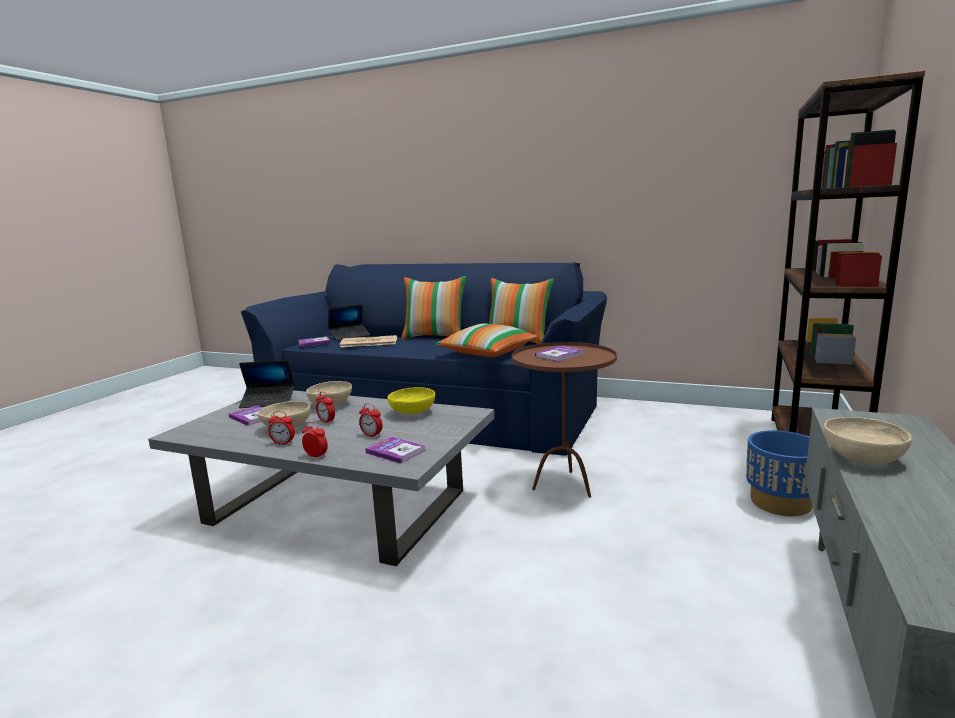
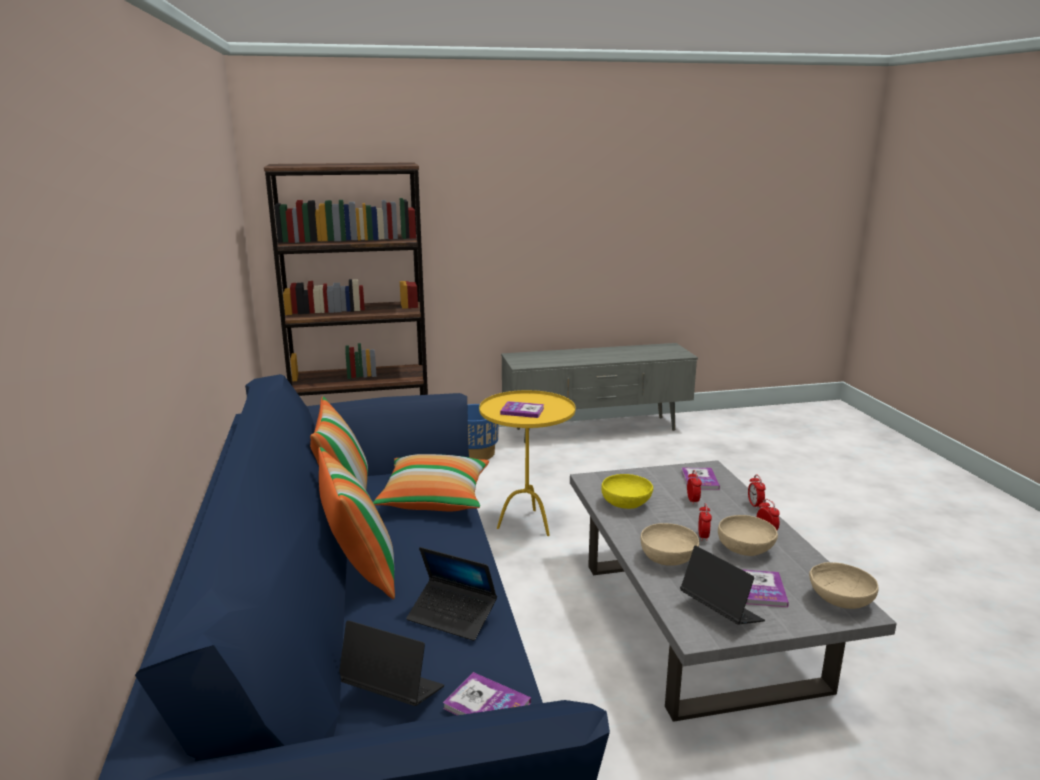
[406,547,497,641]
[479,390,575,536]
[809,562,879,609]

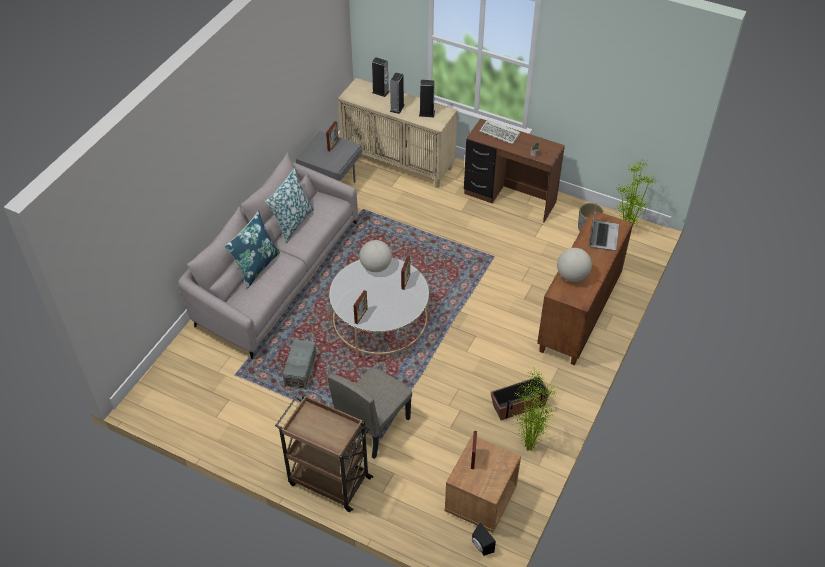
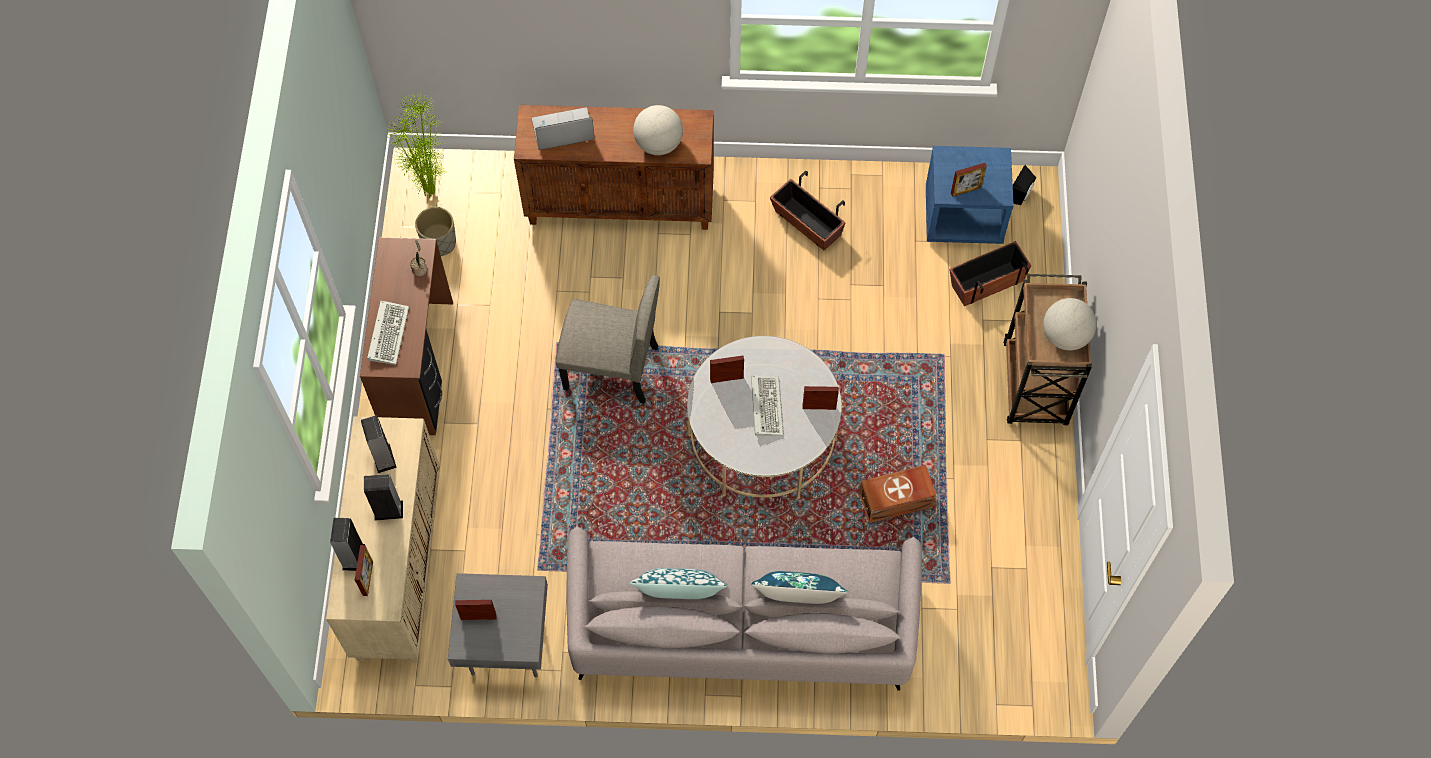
[859,465,936,523]
[556,275,660,404]
[1043,298,1097,350]
[926,146,1014,244]
[512,368,559,451] (first image)
[355,545,373,596]
[751,375,783,436]
[949,241,1031,306]

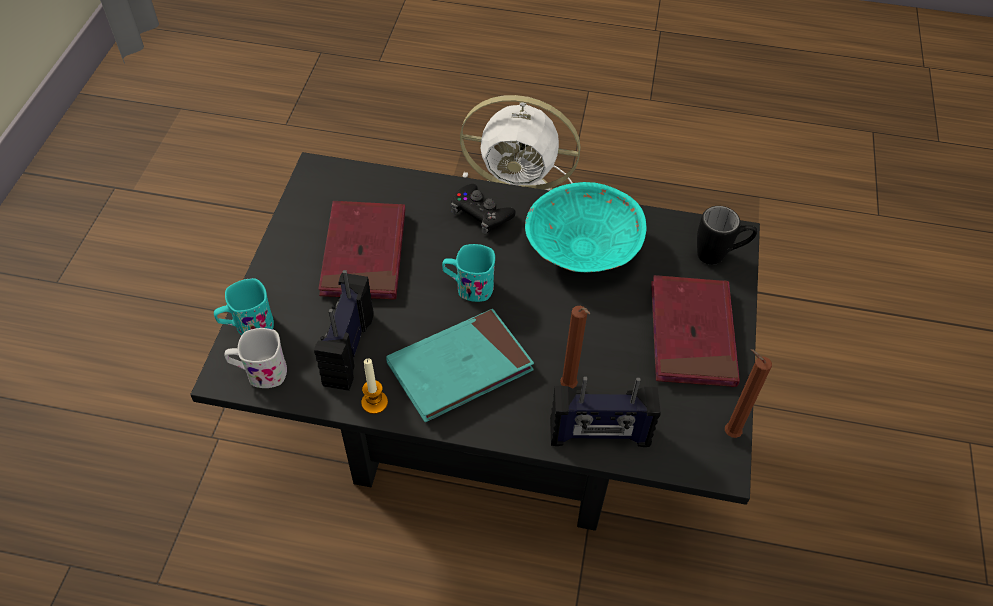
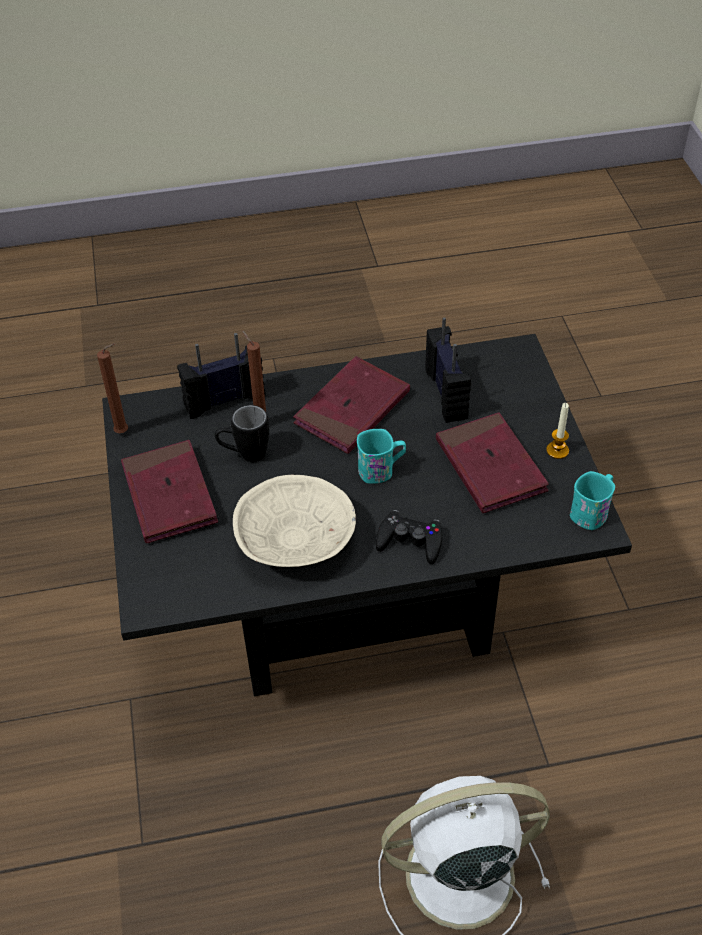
[570,471,615,530]
[225,328,287,388] (first image)
[546,403,569,459]
[293,356,410,454]
[233,475,356,567]
[215,405,269,462]

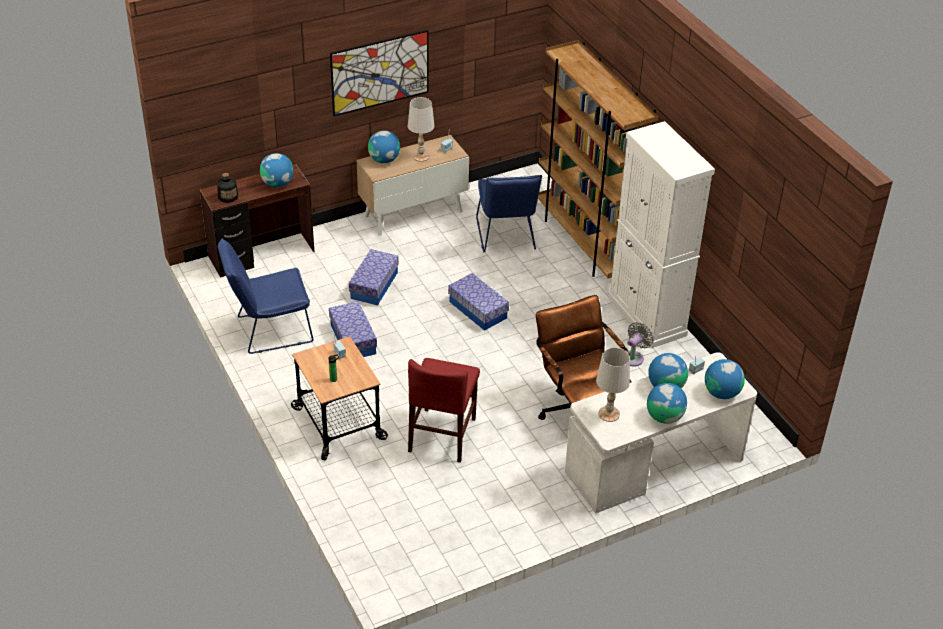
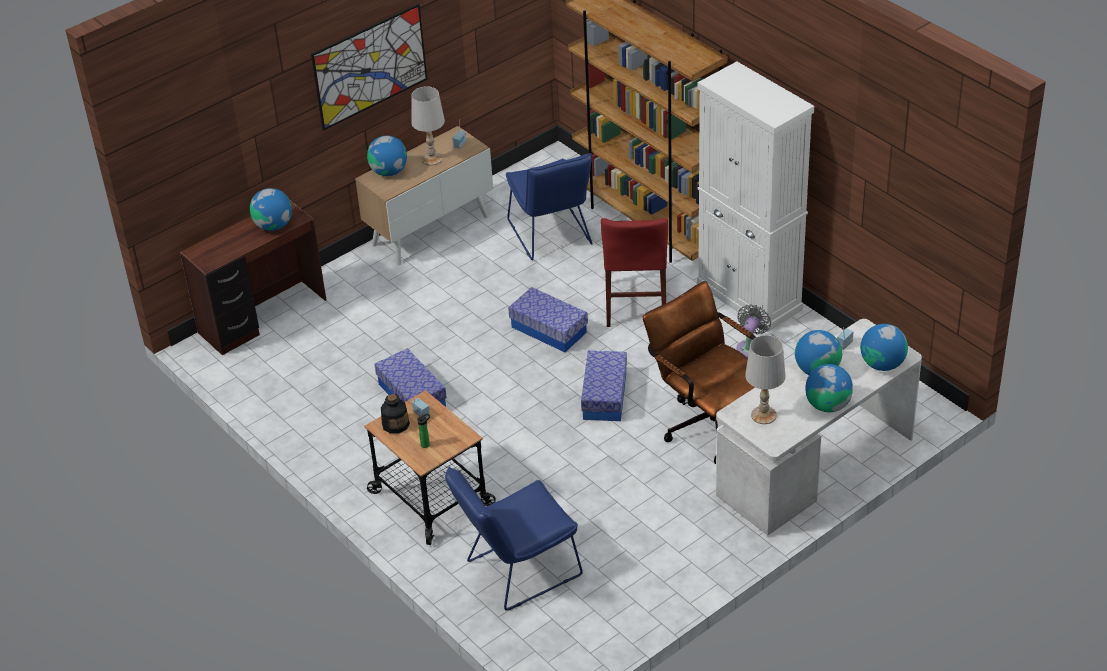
[381,394,410,434]
[445,466,583,611]
[581,351,627,421]
[601,218,668,327]

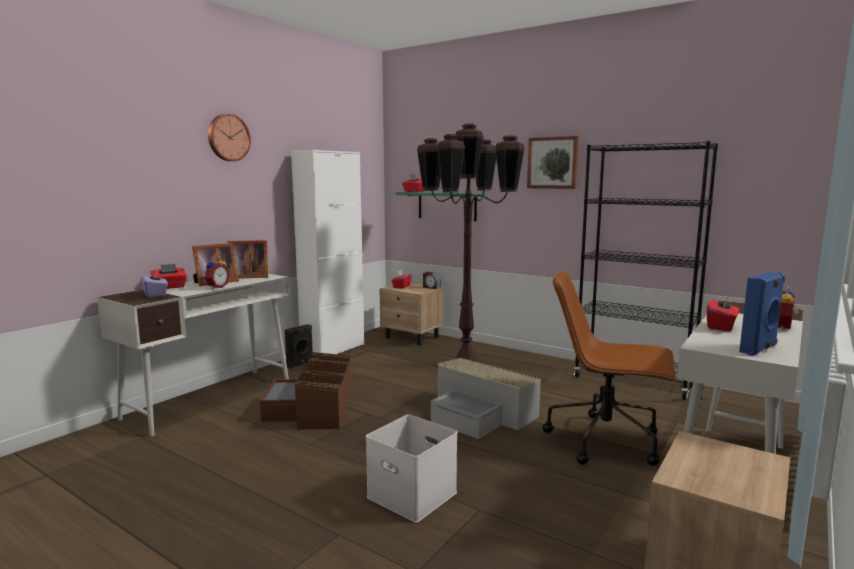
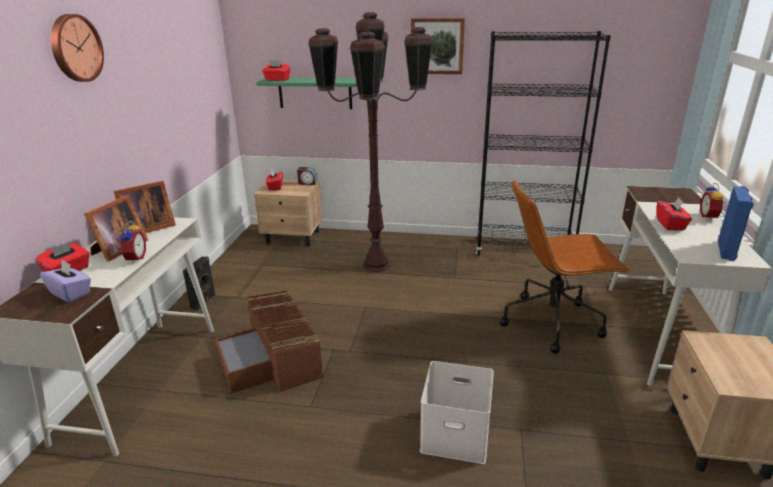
[291,150,364,354] (first image)
[431,358,541,439] (first image)

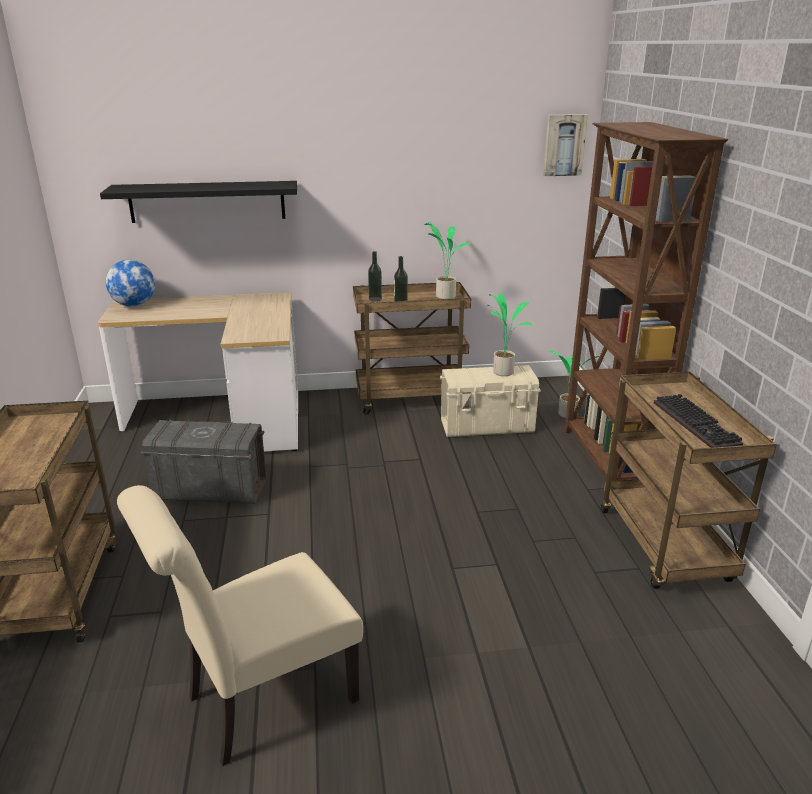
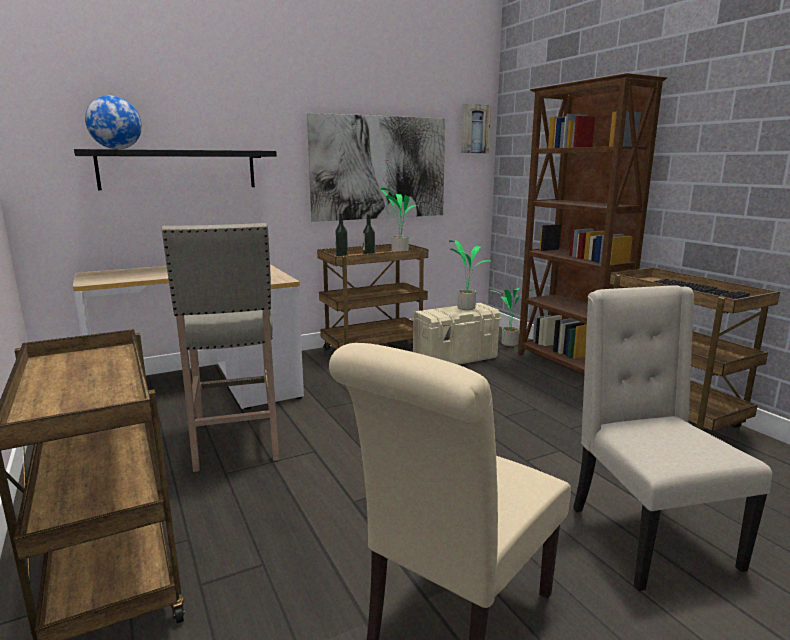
[85,95,142,149]
[162,223,279,472]
[307,113,445,222]
[573,285,772,591]

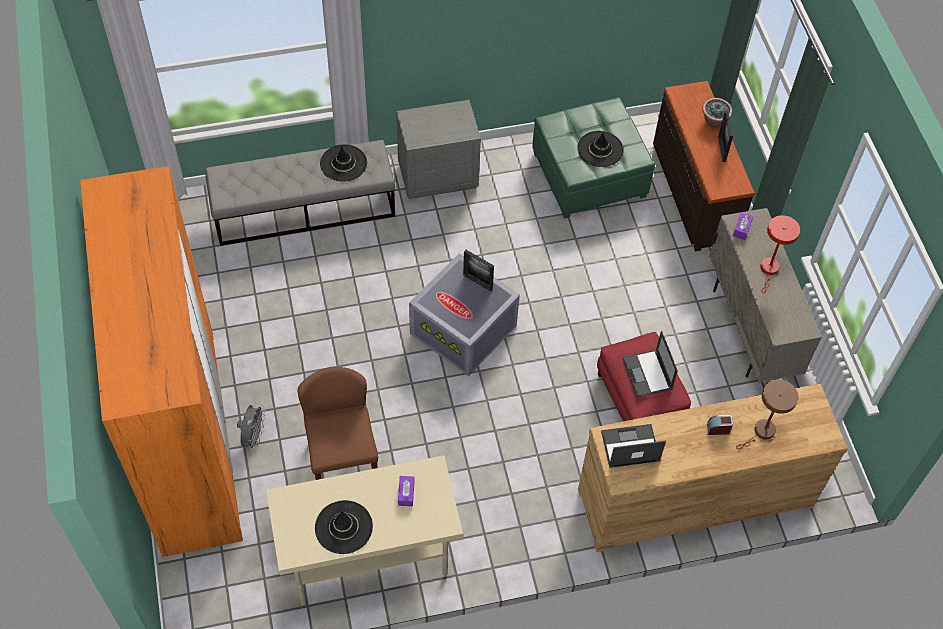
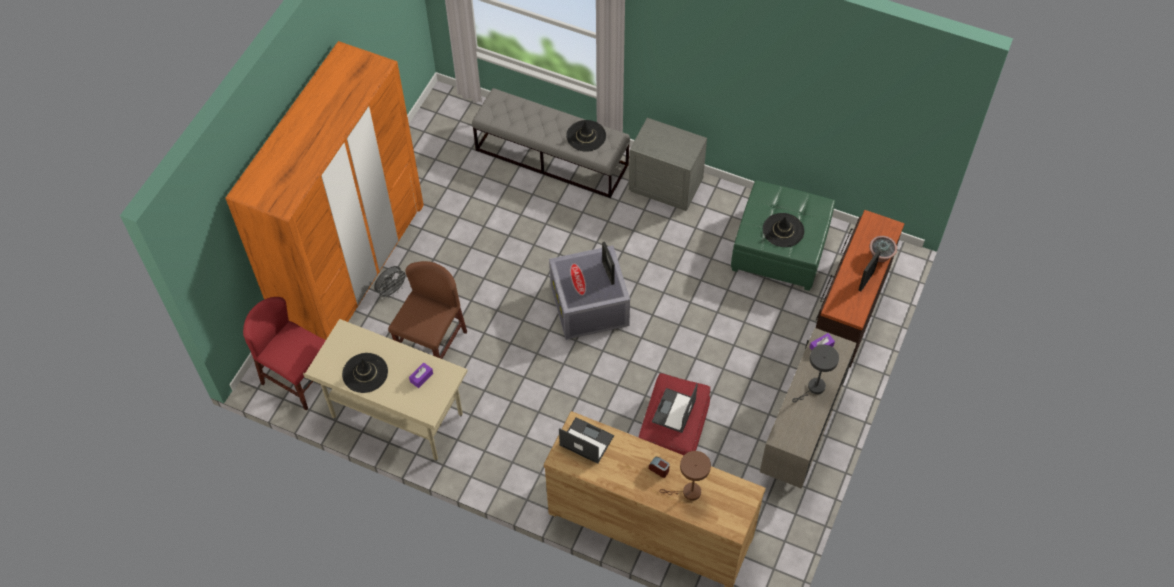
[792,344,839,402]
[243,297,326,410]

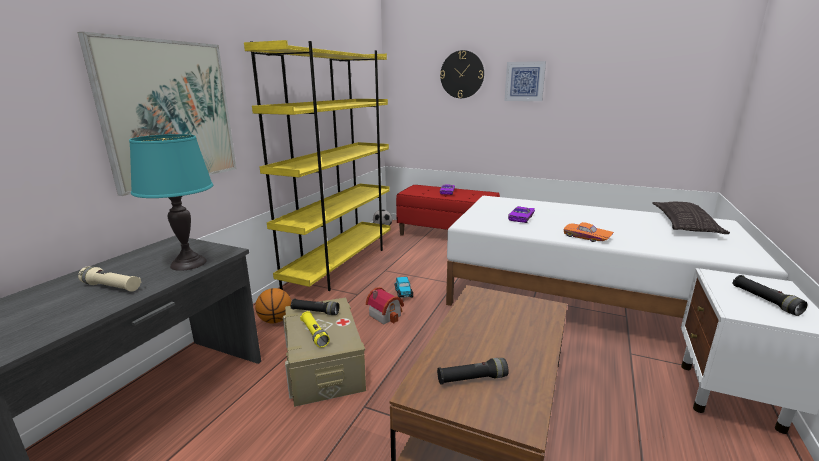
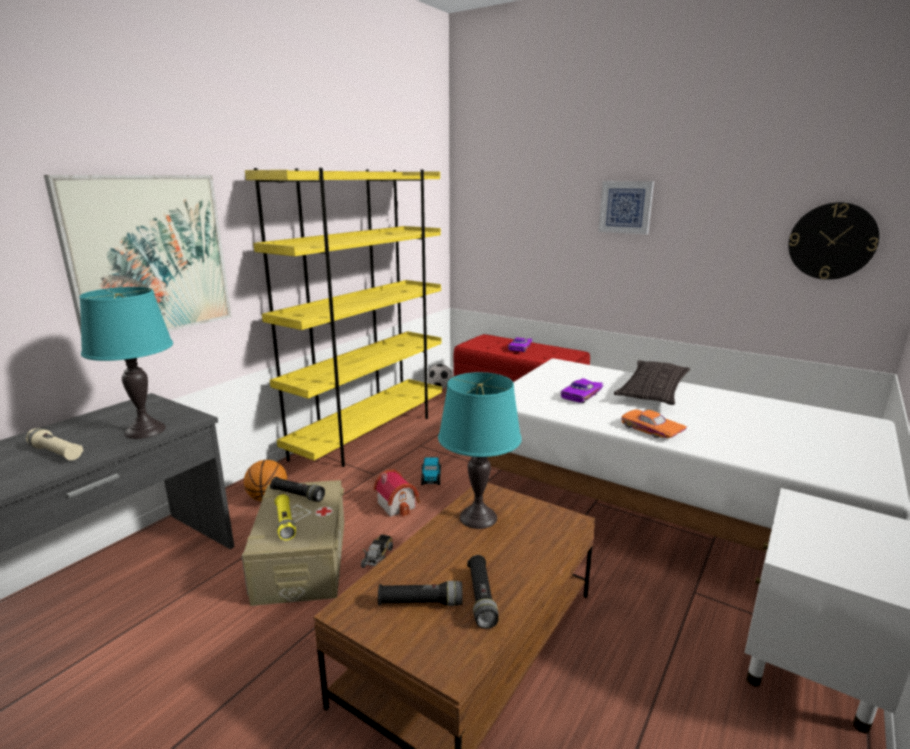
[788,202,879,280]
[614,360,690,405]
[467,555,499,629]
[361,534,393,568]
[438,372,522,529]

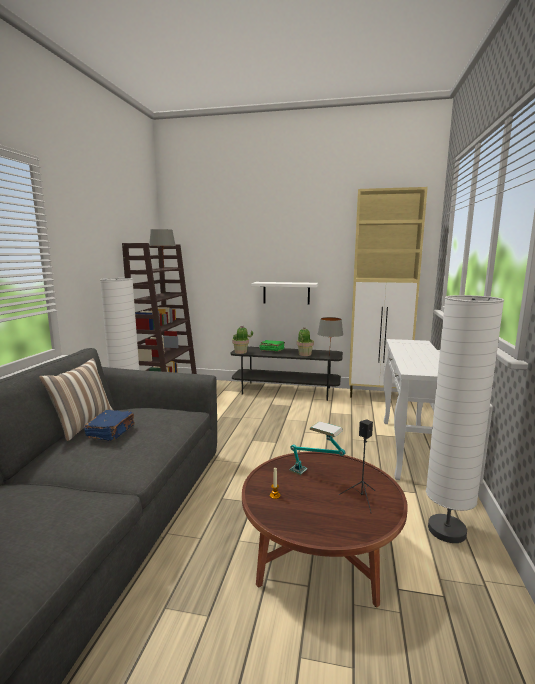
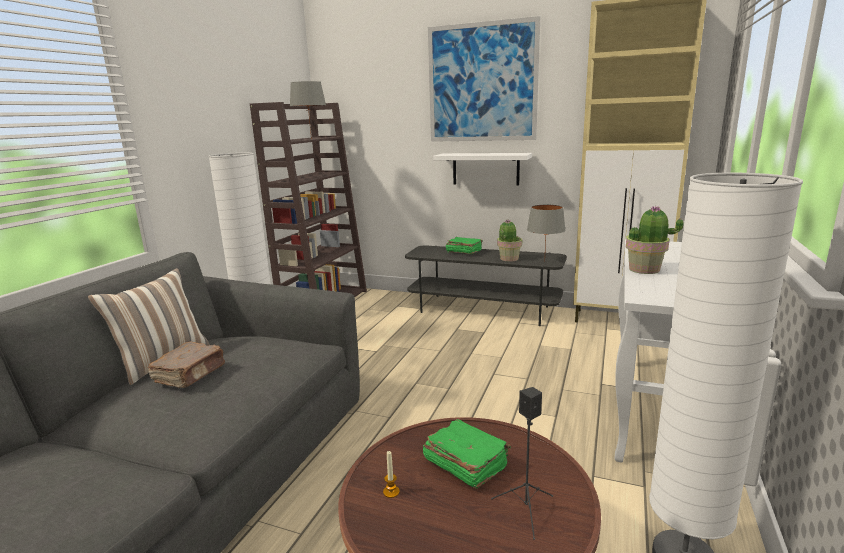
[148,342,225,388]
[626,205,684,274]
[423,419,511,488]
[428,16,540,142]

